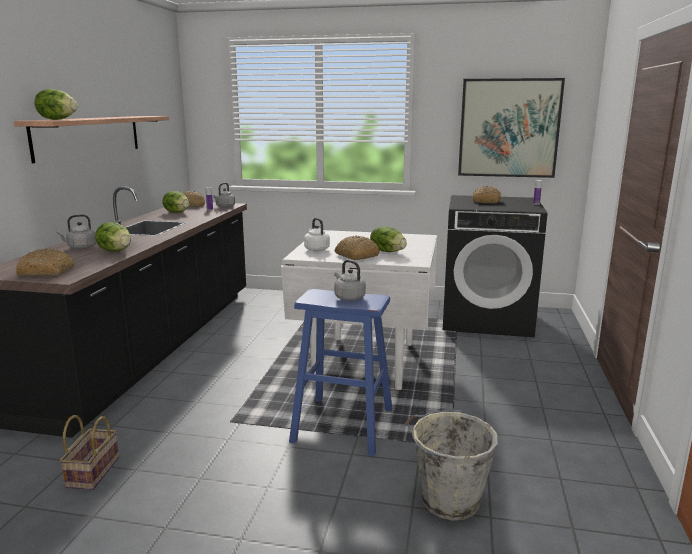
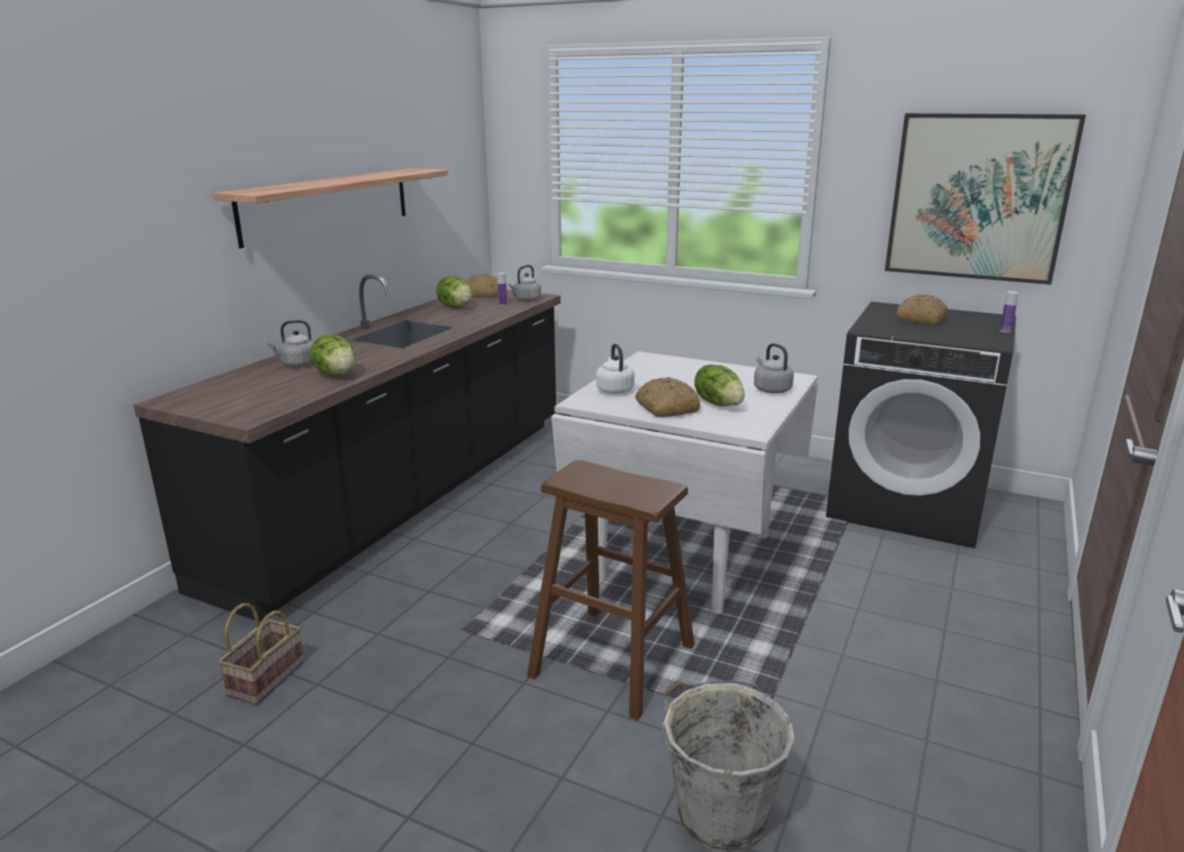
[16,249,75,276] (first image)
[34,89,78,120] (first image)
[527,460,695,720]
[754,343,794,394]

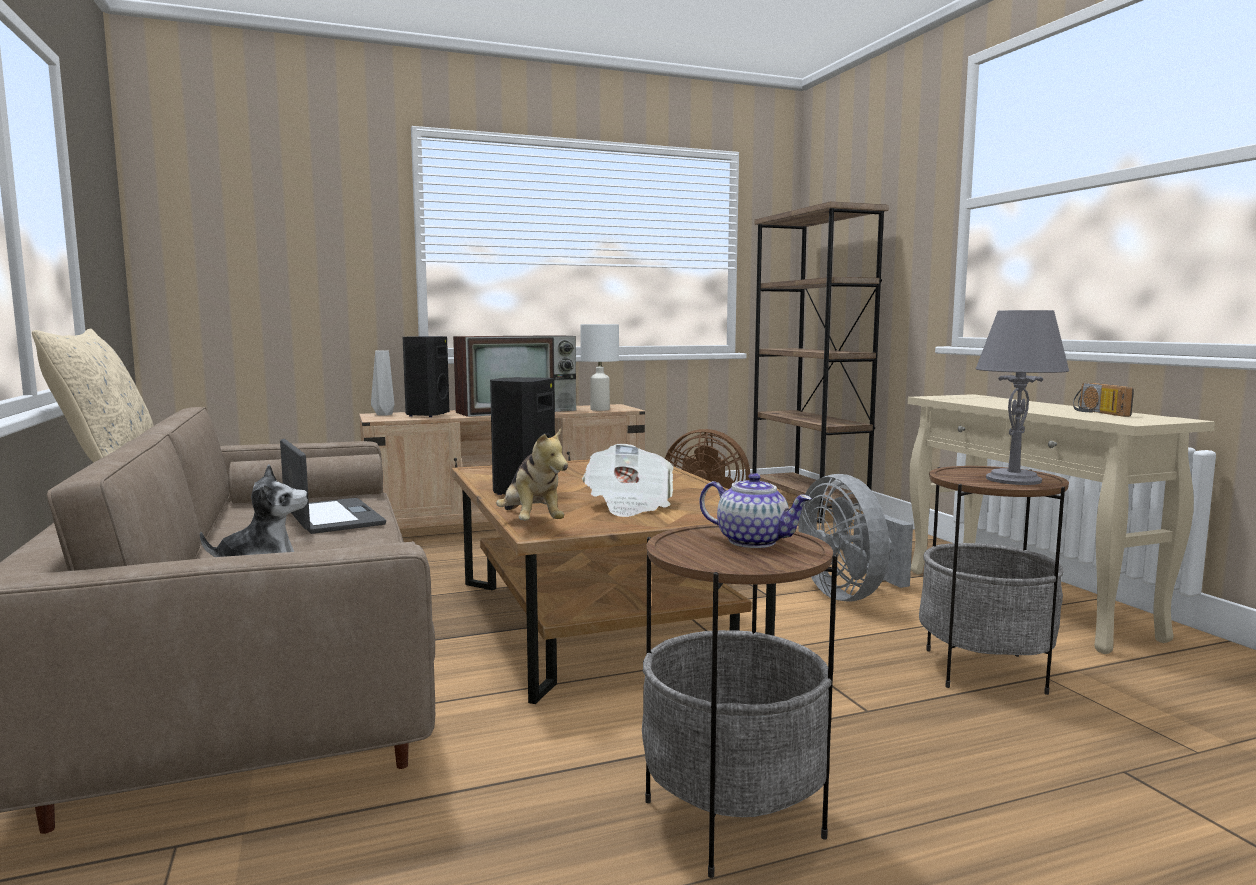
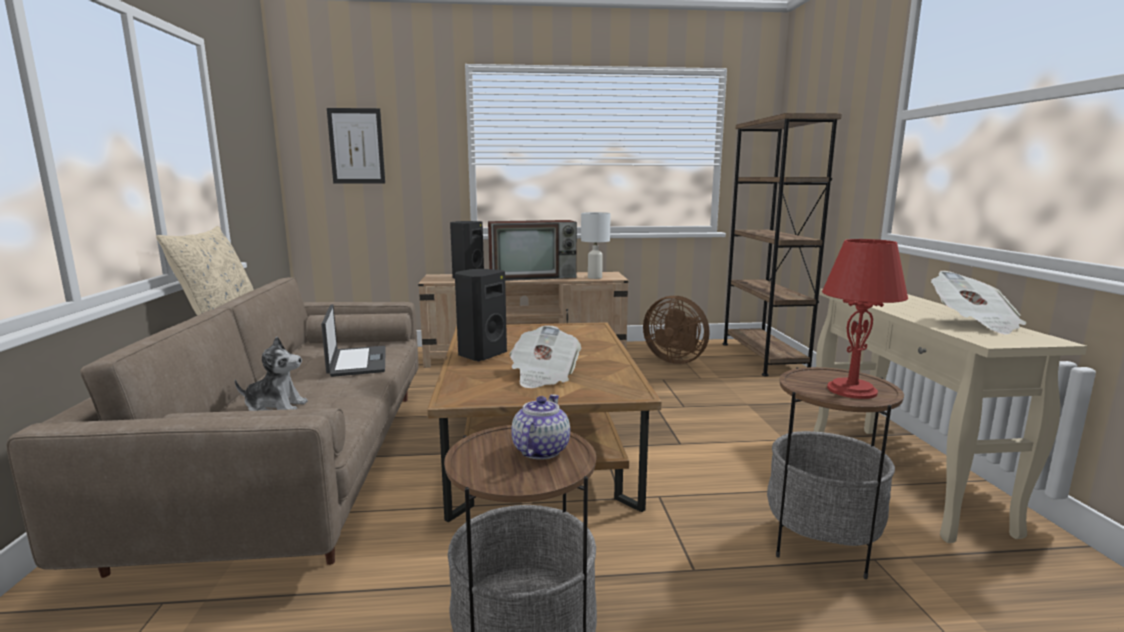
[371,350,394,415] (first image)
[496,428,568,520] (first image)
[511,394,570,460]
[798,474,913,602] (first image)
[822,239,908,399]
[931,271,1026,335]
[327,108,385,184]

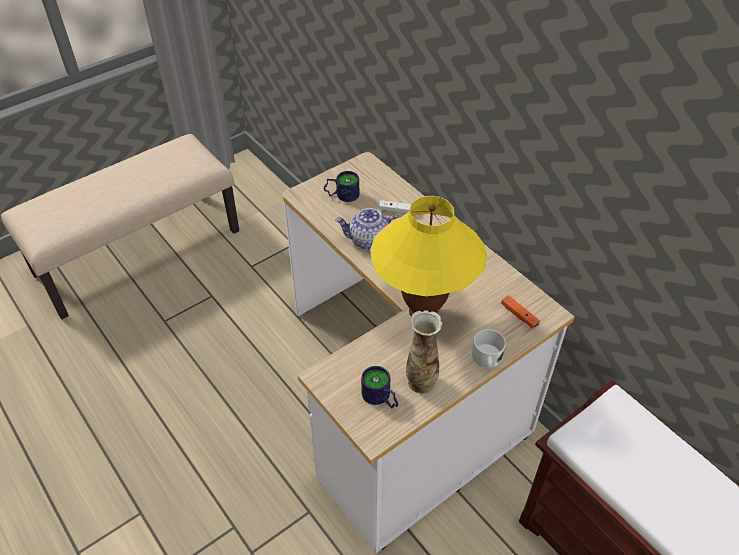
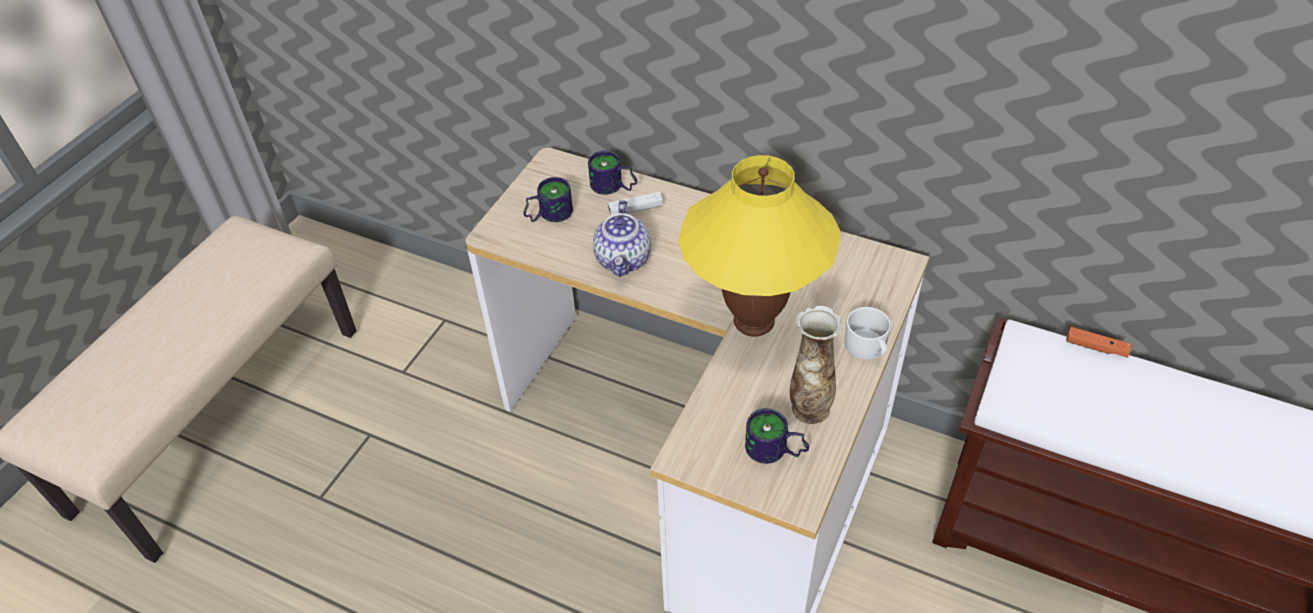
[593,200,651,277]
[1066,327,1131,357]
[588,150,637,195]

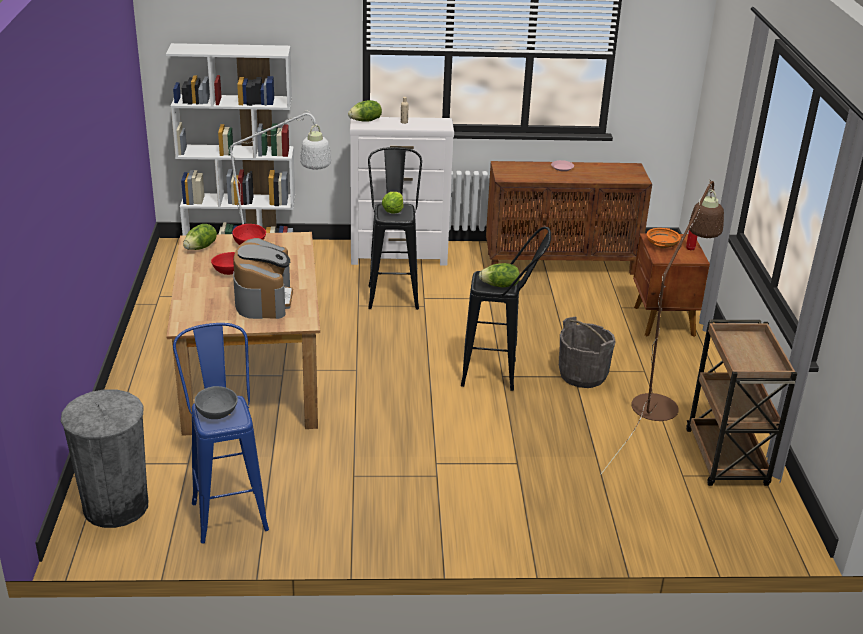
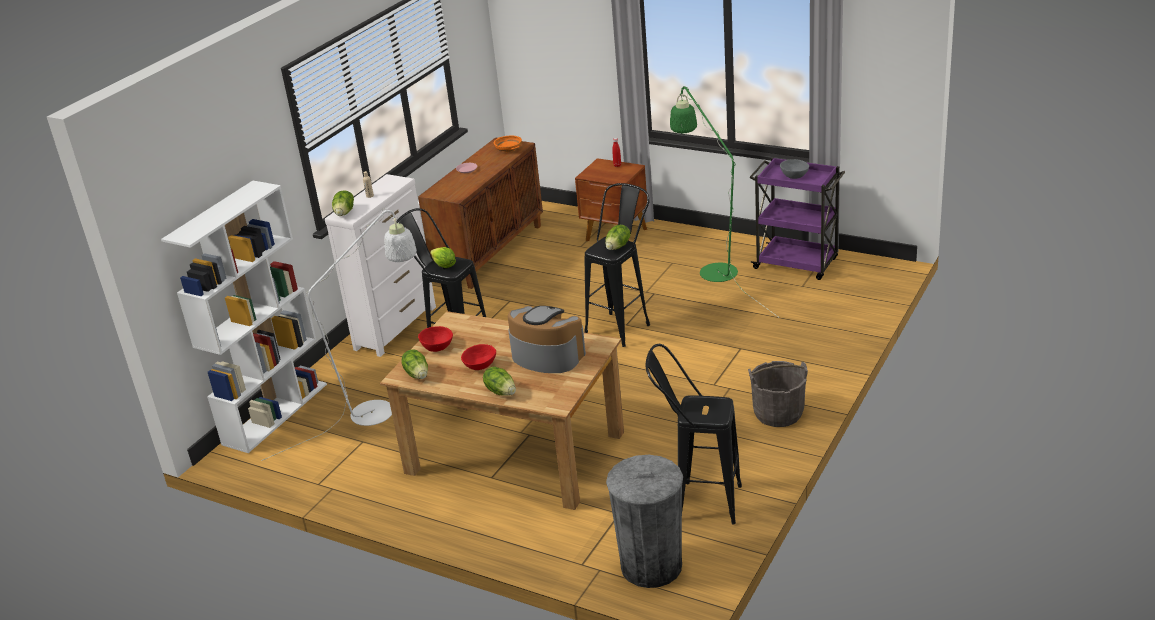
[646,344,742,525]
[780,159,809,179]
[748,361,808,427]
[670,86,778,317]
[494,135,522,152]
[750,157,845,280]
[483,366,516,396]

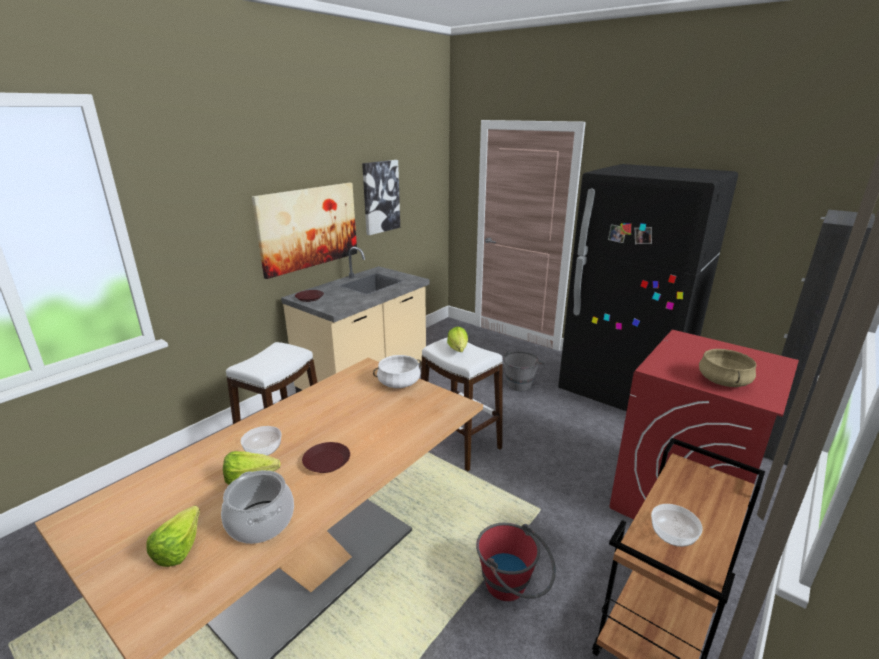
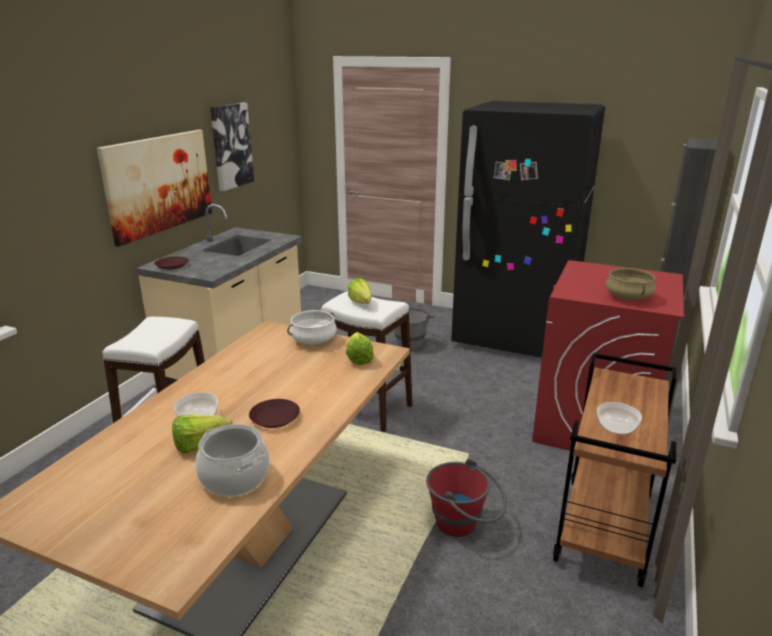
[346,332,374,365]

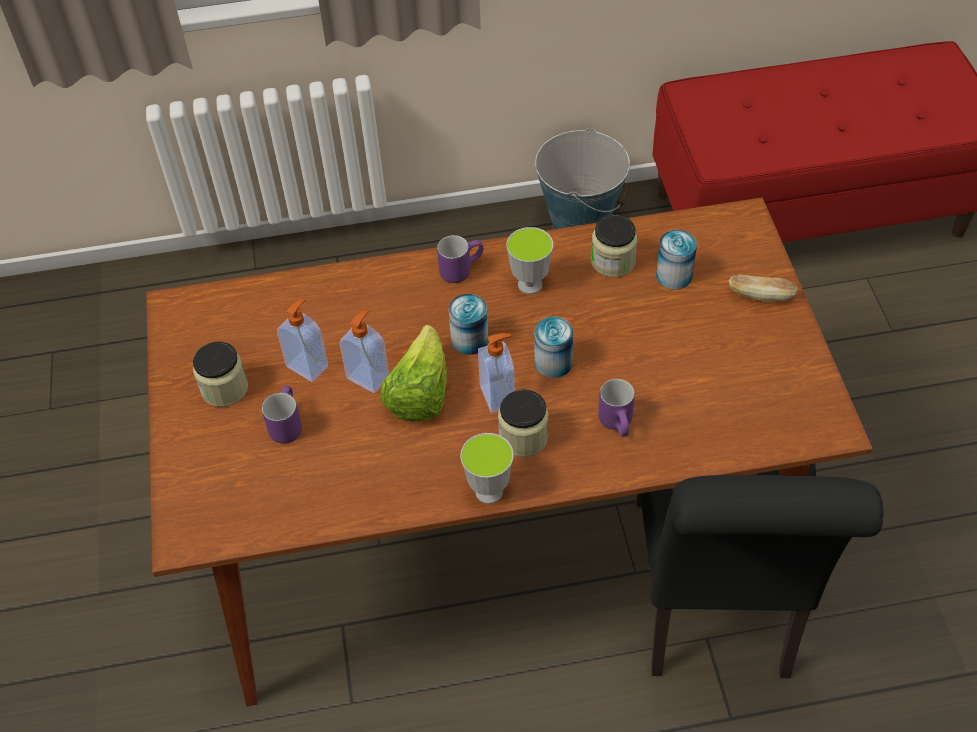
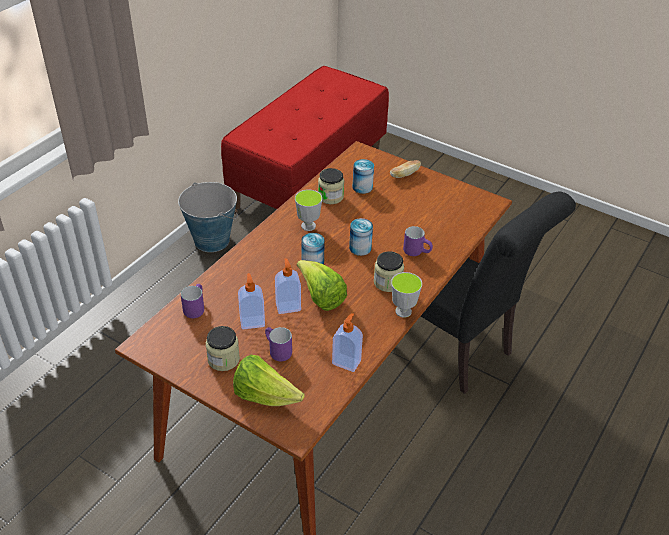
[181,284,204,318]
[332,313,363,372]
[233,355,305,406]

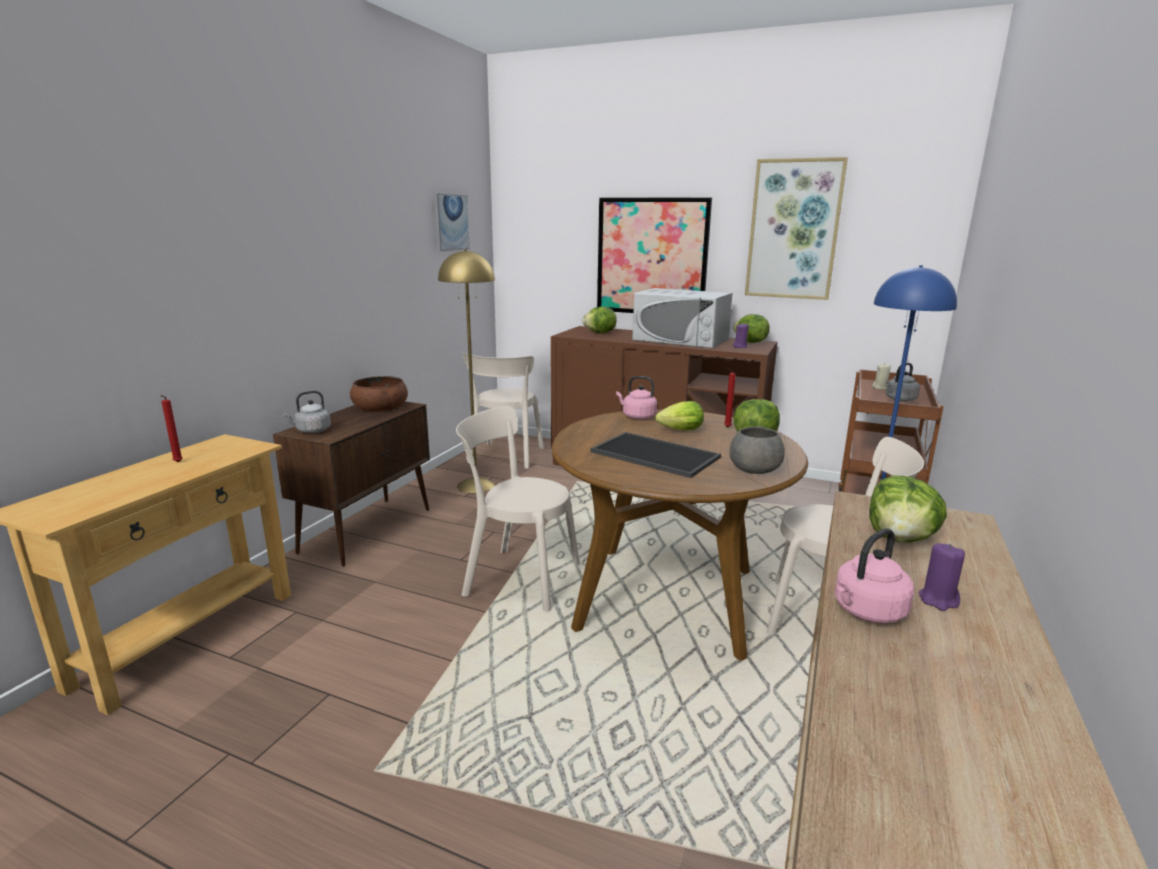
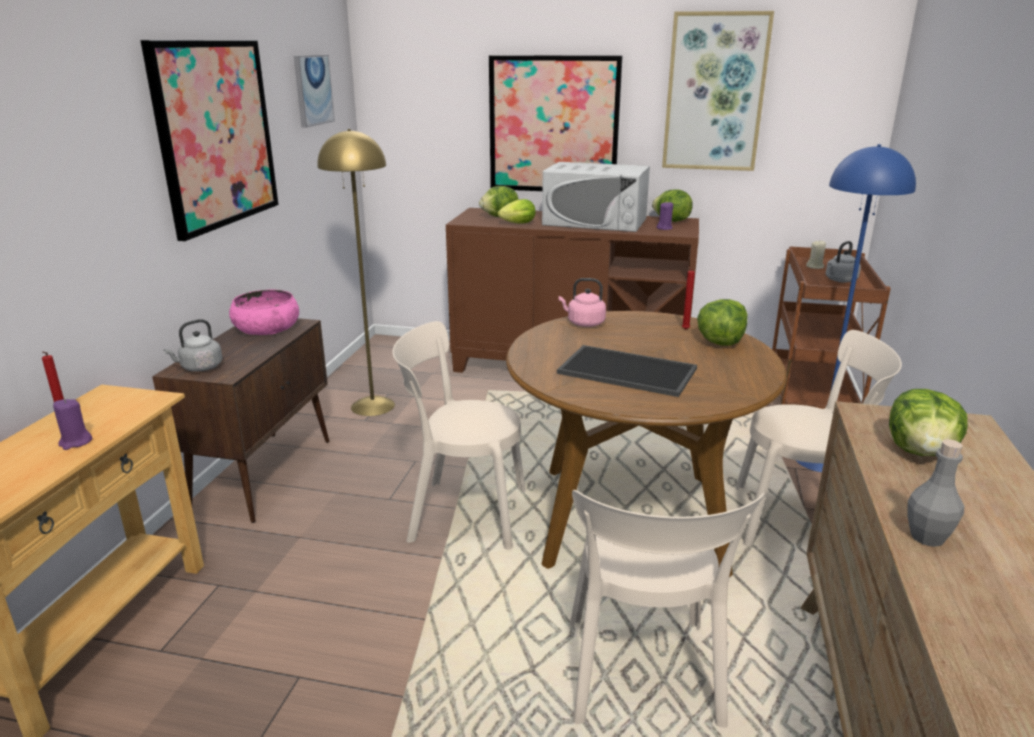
[229,289,299,335]
[570,490,765,728]
[498,199,535,223]
[730,426,785,474] (first image)
[907,439,964,547]
[53,399,92,450]
[140,40,279,241]

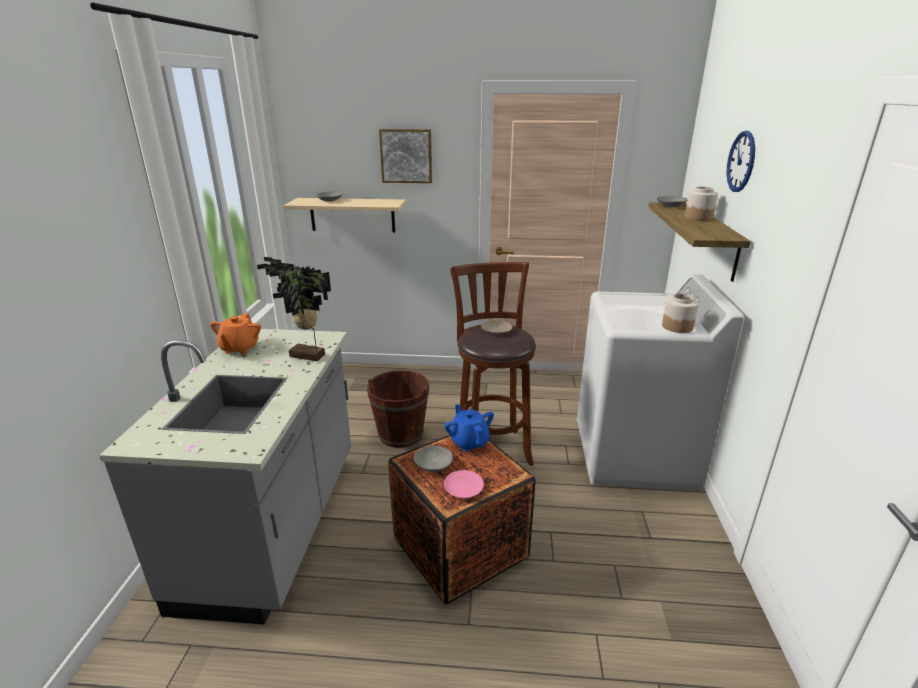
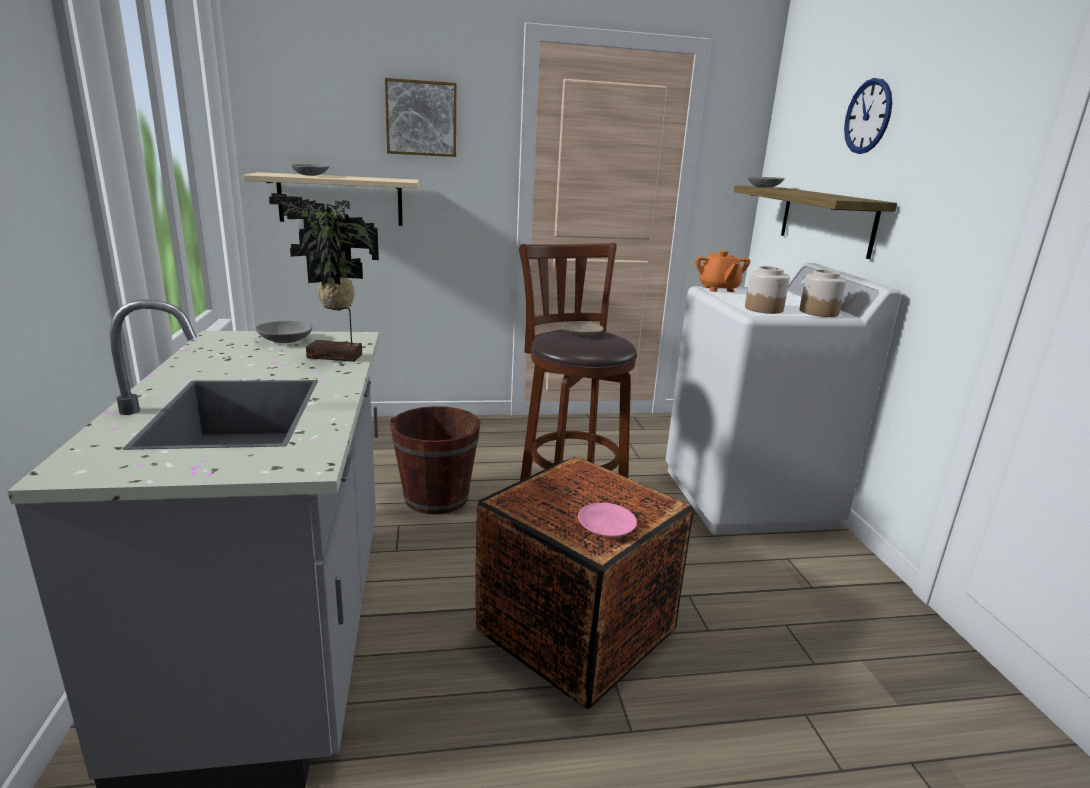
[695,250,750,292]
[256,321,313,343]
[444,404,494,452] (first image)
[745,266,790,314]

